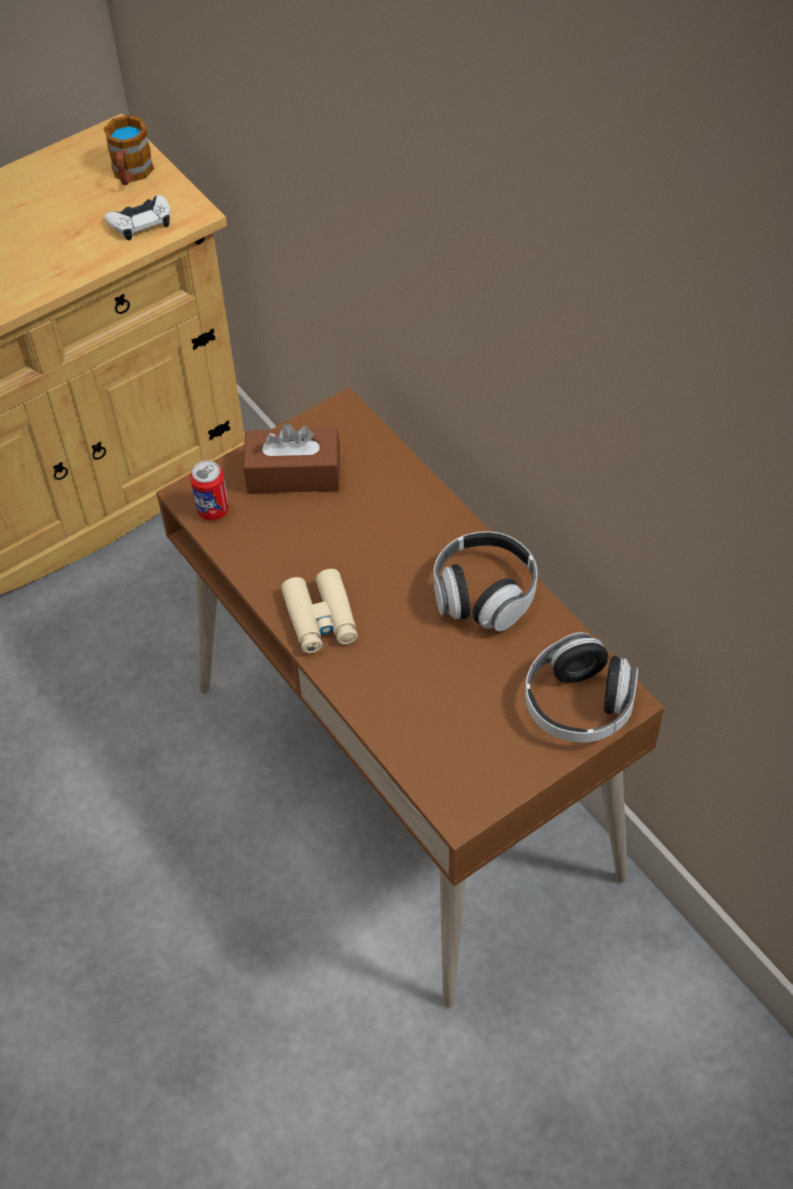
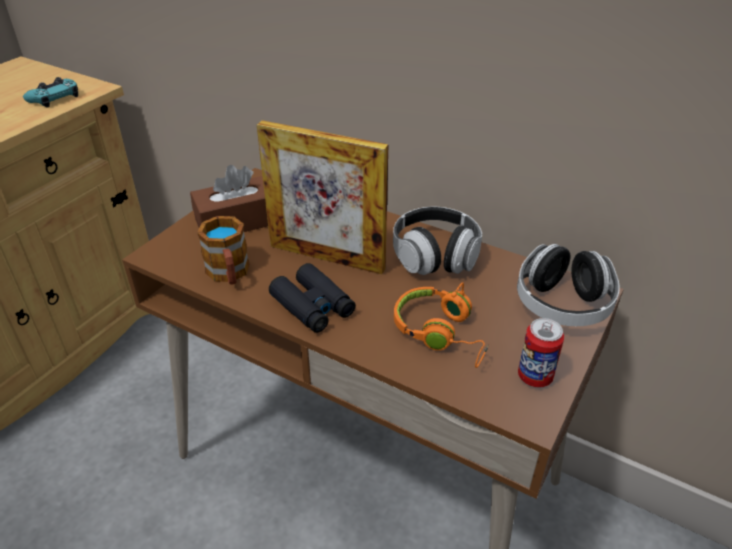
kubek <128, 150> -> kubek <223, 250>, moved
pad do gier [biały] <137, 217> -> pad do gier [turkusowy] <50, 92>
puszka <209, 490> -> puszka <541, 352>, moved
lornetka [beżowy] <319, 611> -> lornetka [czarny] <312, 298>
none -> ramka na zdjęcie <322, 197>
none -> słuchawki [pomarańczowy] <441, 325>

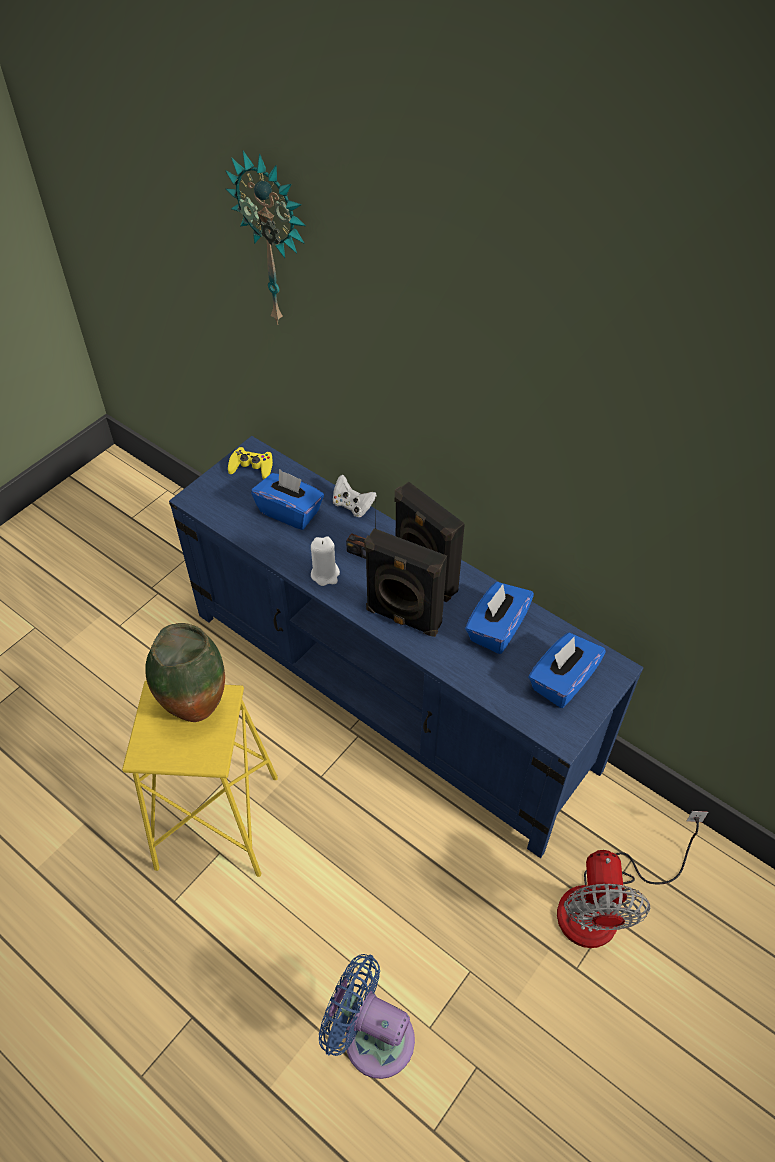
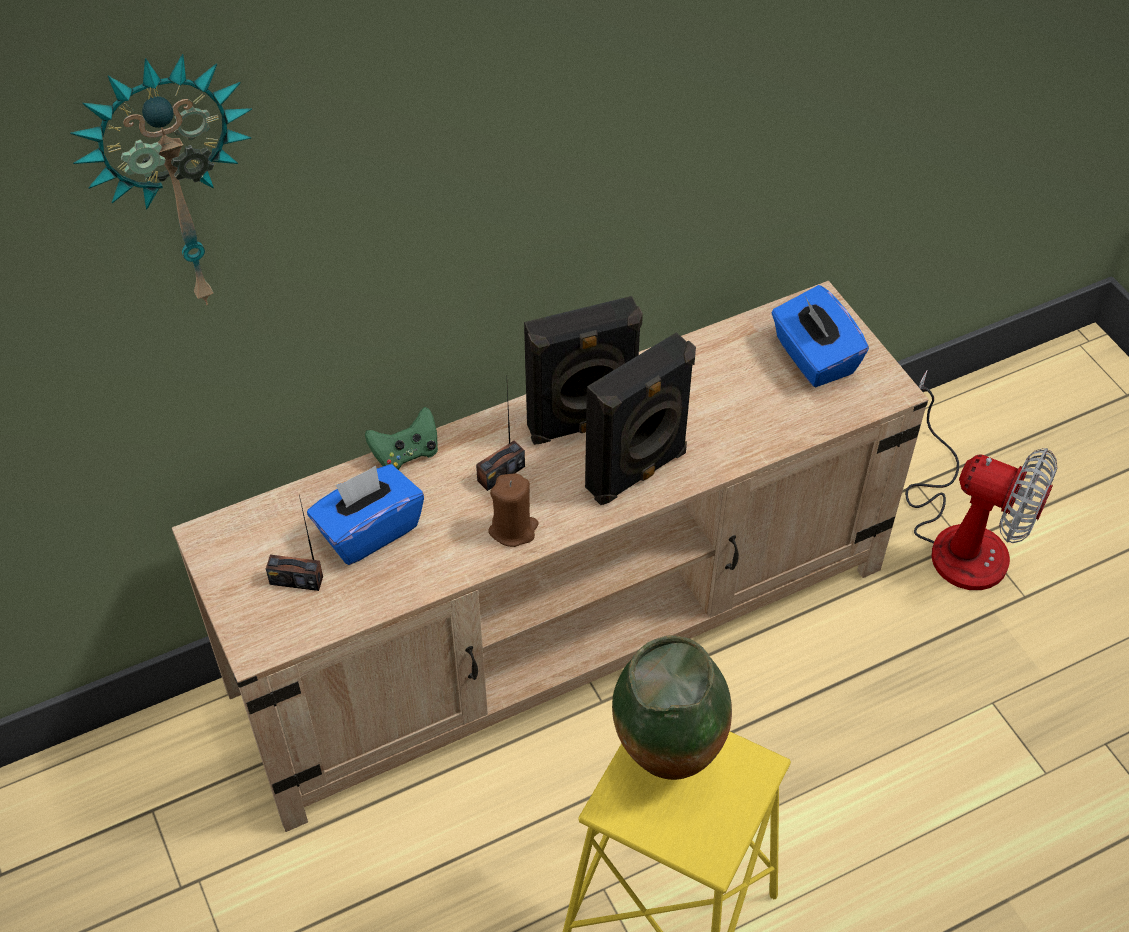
szafka pod telewizor [niebieski] <406, 647> -> szafka pod telewizor [beżowy] <550, 556>
pad do gier [żółty] <250, 463> -> none
pad do gier [biały] <355, 496> -> pad do gier [zielony] <401, 438>
świeca [biały] <325, 561> -> świeca [brązowy] <513, 510>
pudełko chusteczek [niebieski] <499, 618> -> none
wentylator [niebieski] <367, 1016> -> none
none -> radio <294, 543>

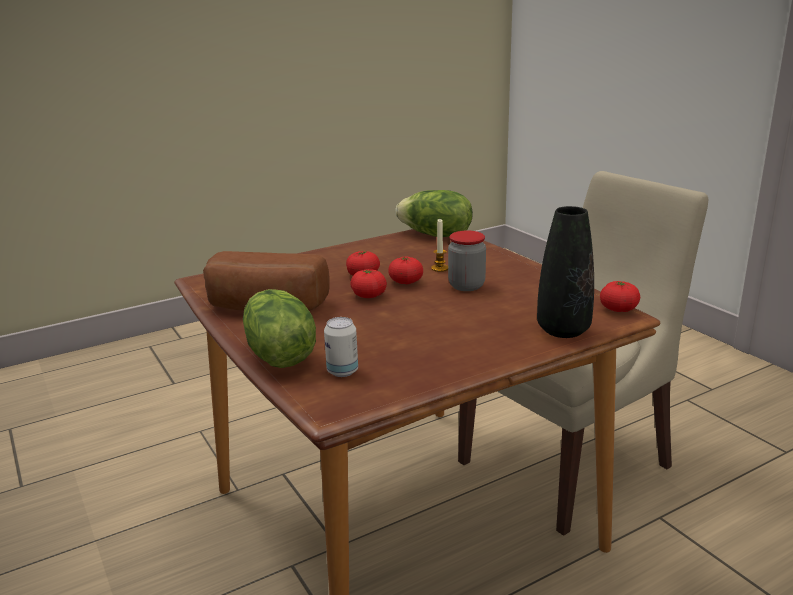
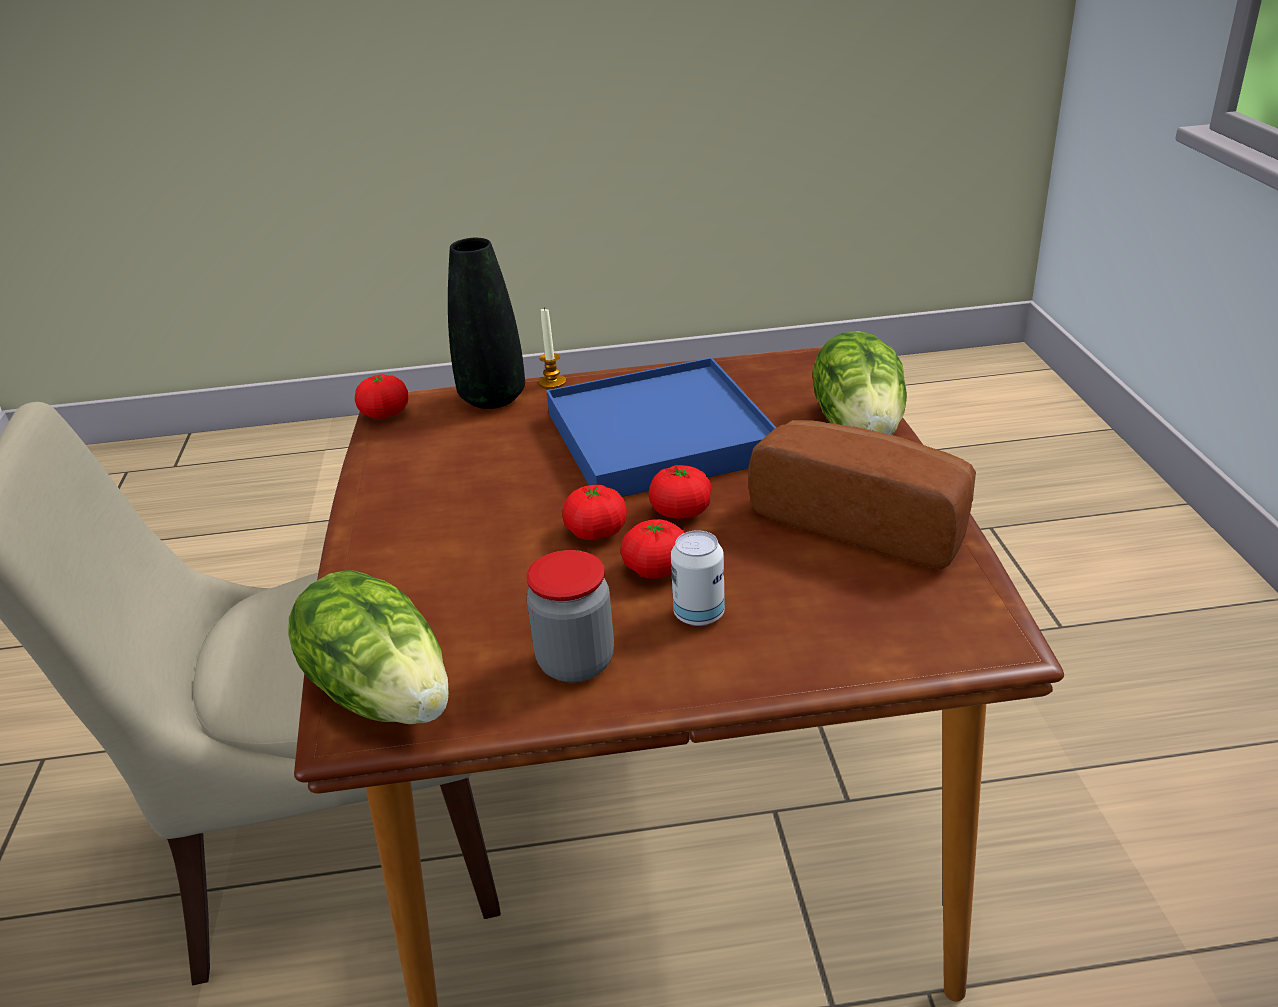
świeca <439, 245> -> świeca <552, 348>, moved
słoik <467, 261> -> słoik <570, 616>, moved
puszka <341, 347> -> puszka <698, 578>, moved
none -> taca [niebieski] <661, 427>

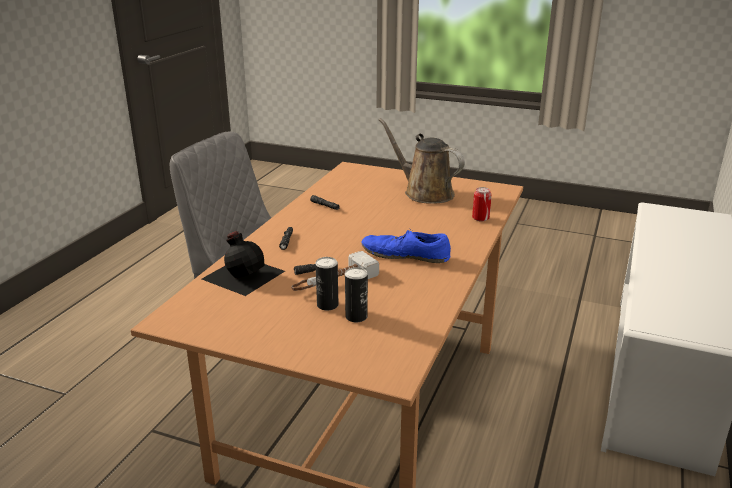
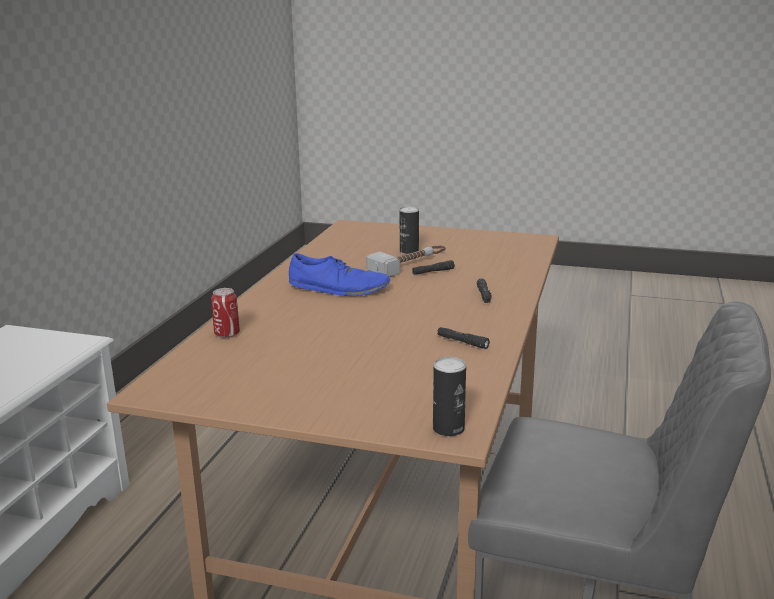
konewka [brązowy] <421, 161> -> none
butelka [czarny] <243, 263> -> none
puszka <356, 294> -> puszka <449, 396>, moved

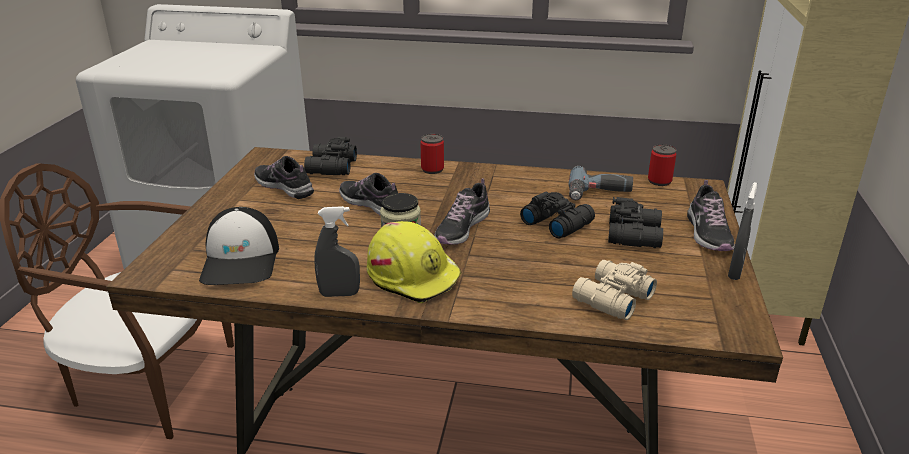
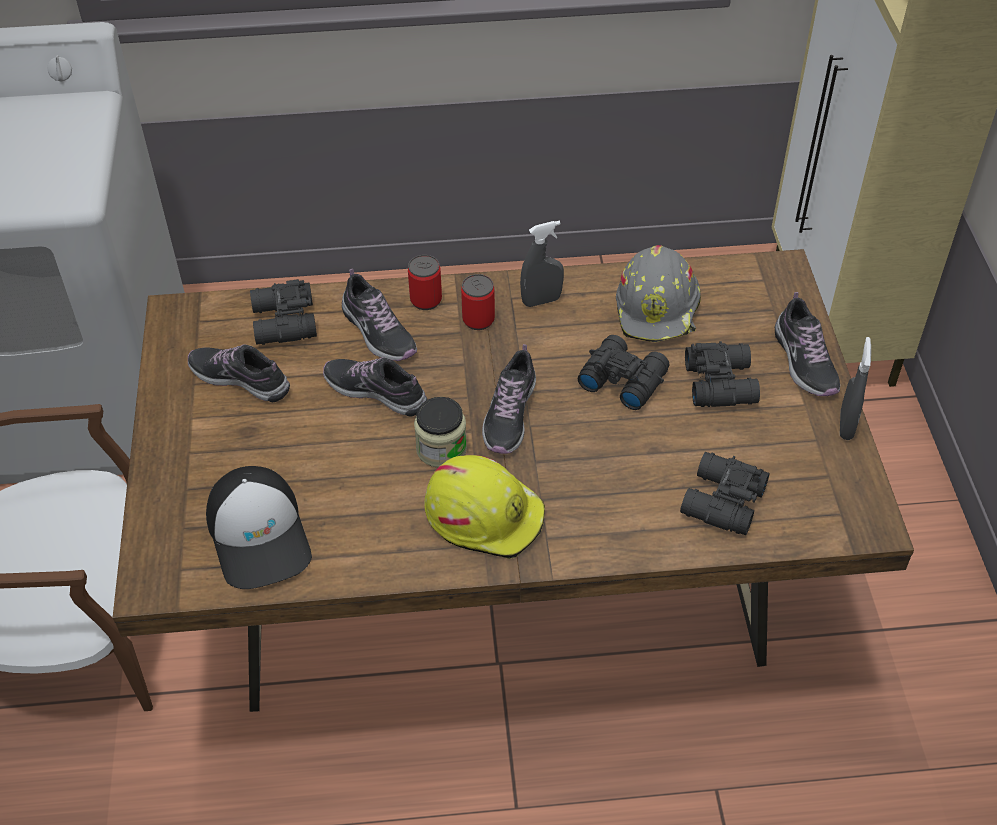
puszka <662, 165> -> puszka <478, 302>, moved
wiertarka <601, 183> -> kask [szary] <658, 293>
spryskiwacz [szary] <337, 251> -> spryskiwacz [szary] <542, 264>, moved
lornetka [beżowy] <614, 290> -> lornetka [czarny] <725, 493>
none -> but <379, 315>

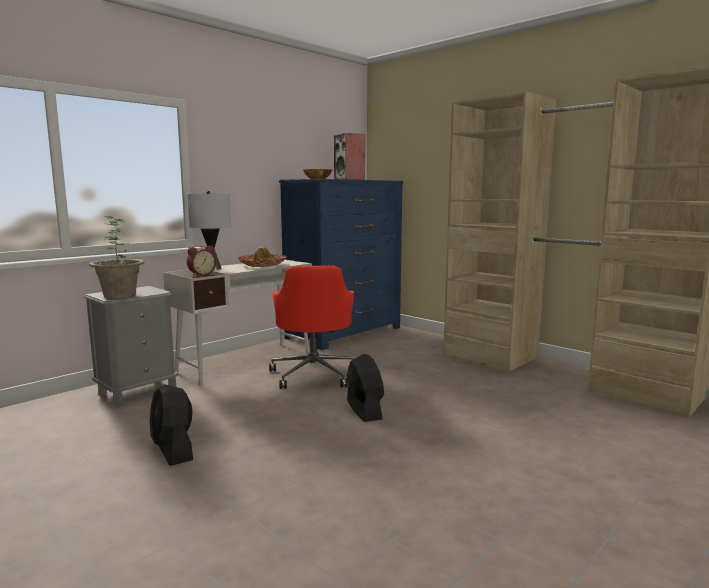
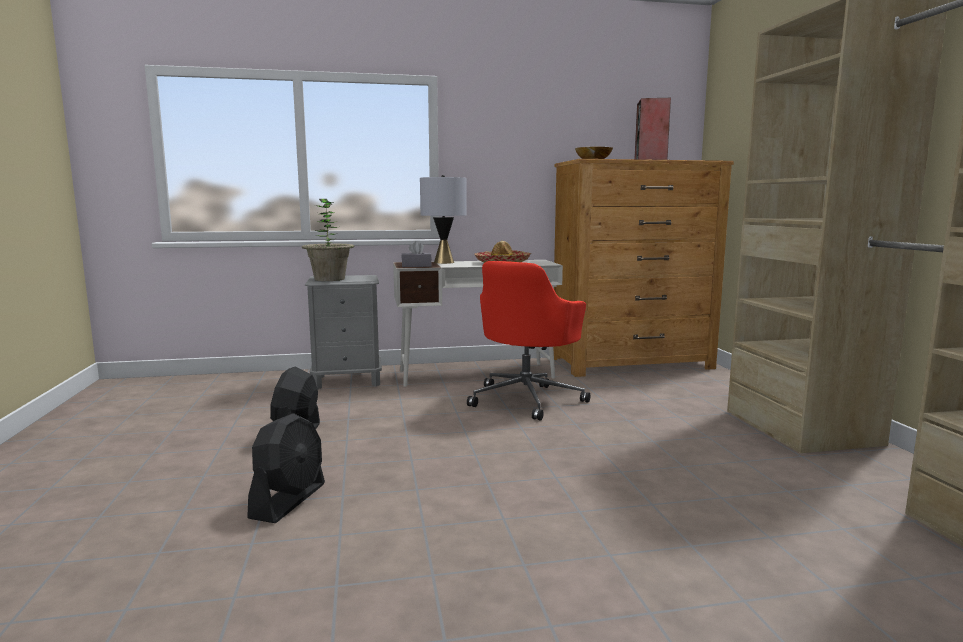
komoda [niebieski] <341, 264> -> komoda [brązowy] <643, 268>
budzik <201, 260> -> pudełko chusteczek [szary] <416, 254>
wentylator [czarny] <365, 388> -> wentylator [czarny] <286, 468>, moved

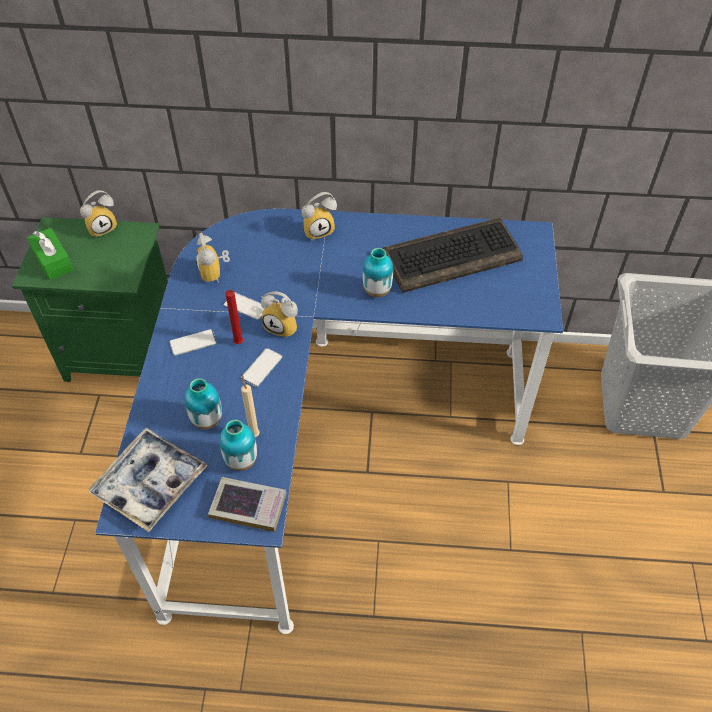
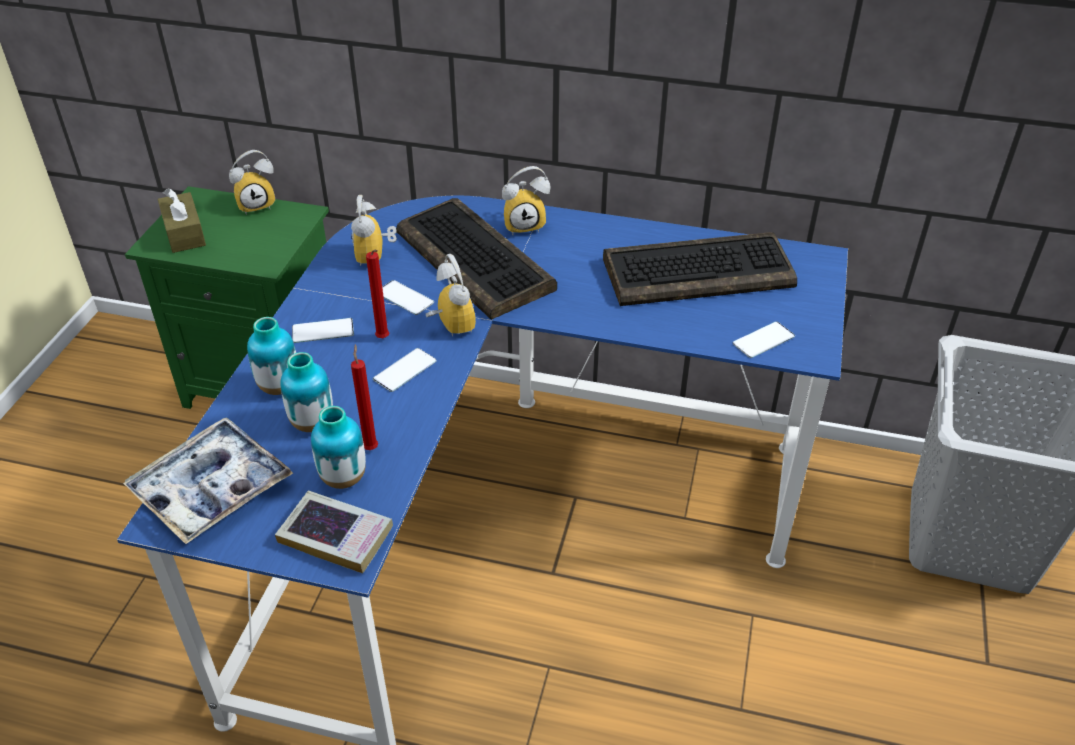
pudełko chusteczek [zielony] <50, 254> -> pudełko chusteczek [brązowy] <182, 220>
wazon <378, 272> -> wazon <271, 356>, moved
budzik <279, 314> -> budzik <451, 295>, 150 degrees counterclockwise
świeca [beżowy] <250, 406> -> świeca [czerwony] <364, 397>
none -> klawiatura <476, 259>
none -> telefon <764, 339>

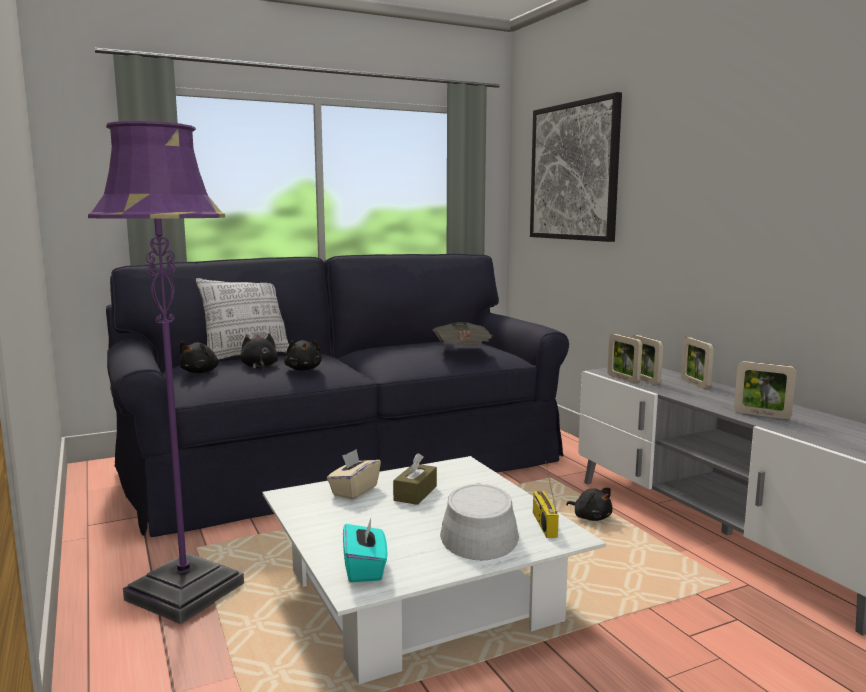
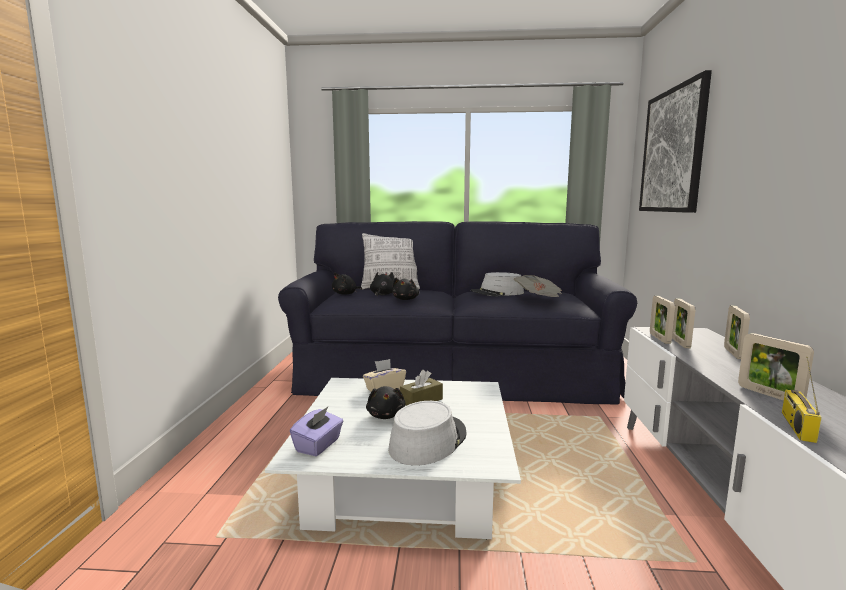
lampa stojąca [fioletowy] <166, 372> -> none
radio <546, 499> -> radio <802, 400>, moved
pluszak [czarny] <589, 504> -> pluszak [czarny] <385, 402>, moved
pudełko chusteczek [turkusowy] <365, 549> -> pudełko chusteczek [fioletowy] <316, 431>
none -> kapelusz [szary] <497, 284>

